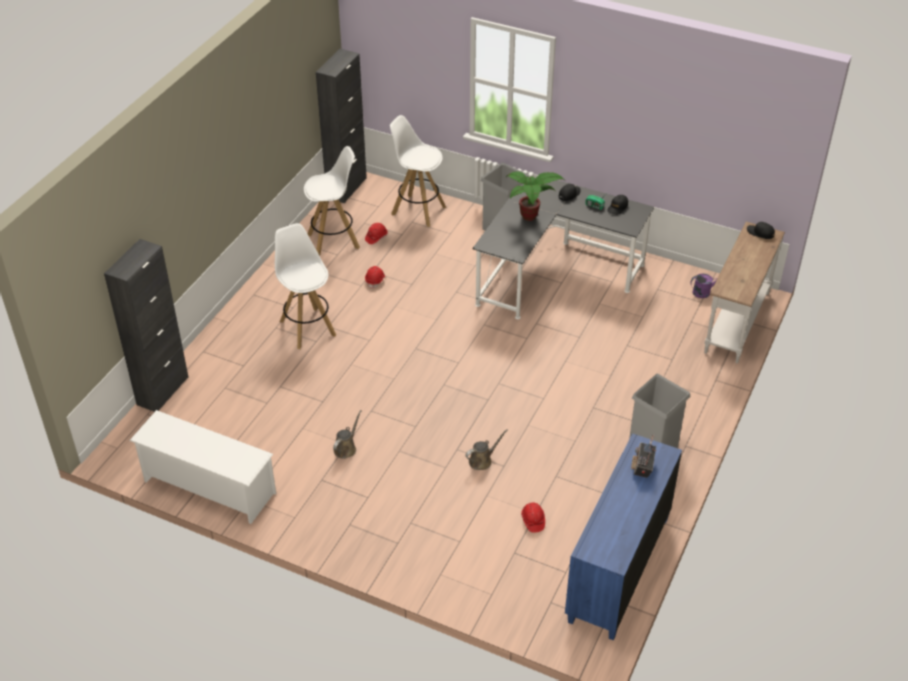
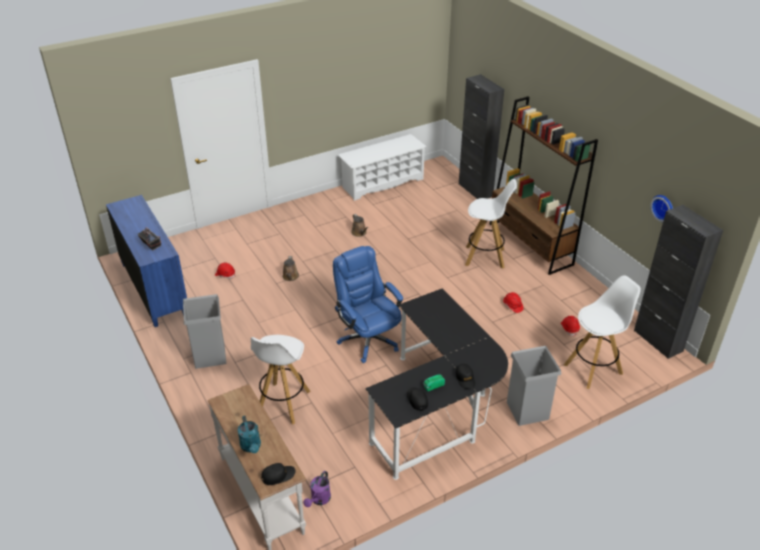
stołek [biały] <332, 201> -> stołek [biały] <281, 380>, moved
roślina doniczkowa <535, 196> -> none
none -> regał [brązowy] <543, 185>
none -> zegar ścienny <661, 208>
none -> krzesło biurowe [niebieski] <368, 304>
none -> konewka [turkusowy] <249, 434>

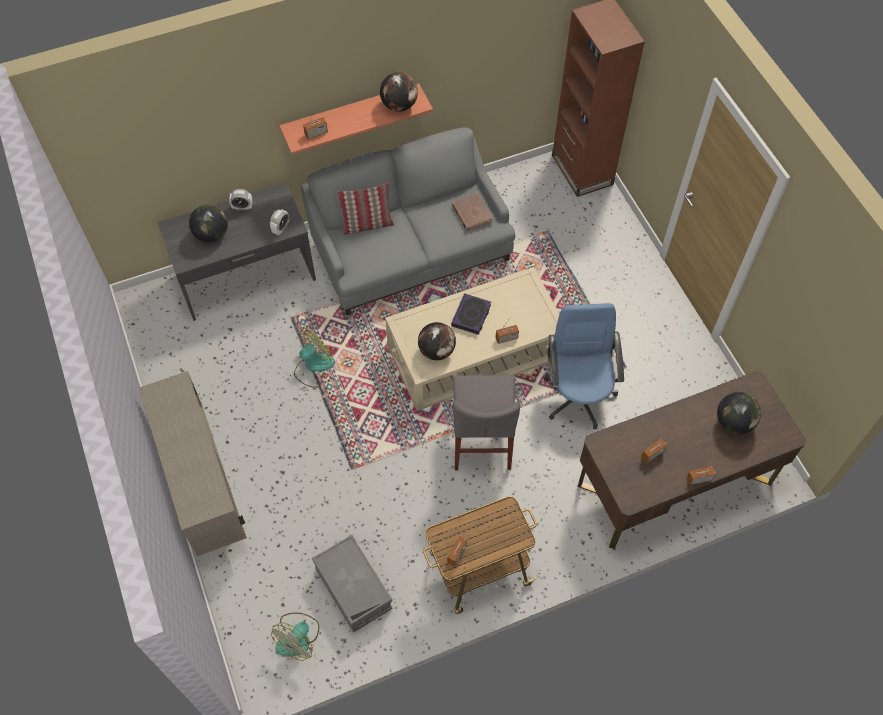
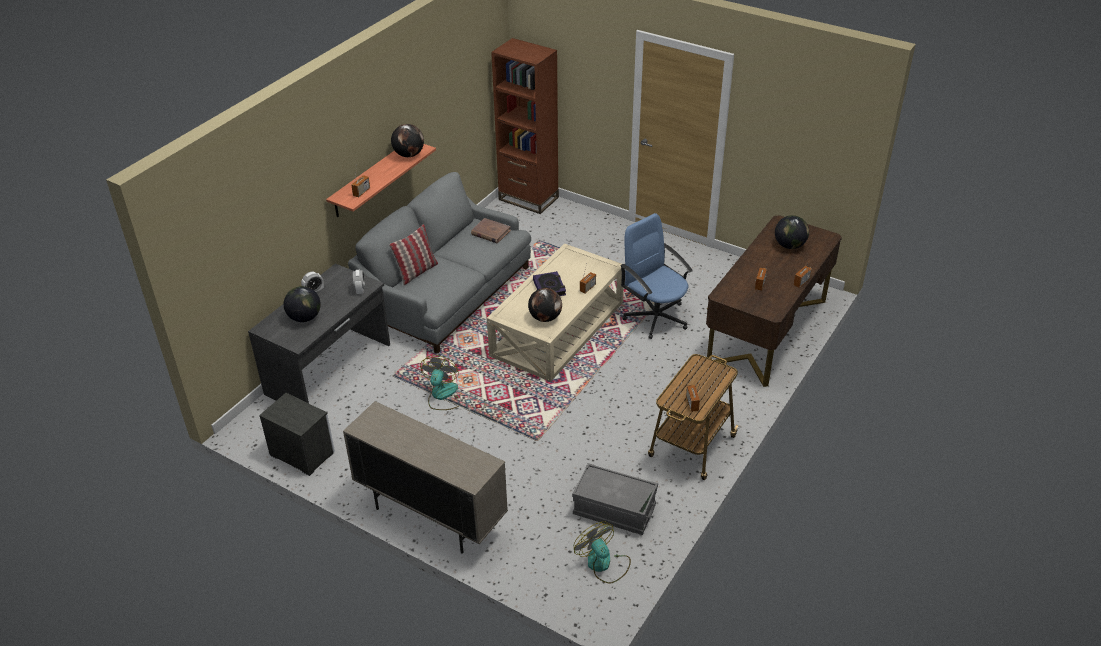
krzesło [szary] <486, 422> -> none
wentylator <295, 637> -> wentylator <602, 552>, 150 degrees clockwise
none -> szafka nocna <297, 434>

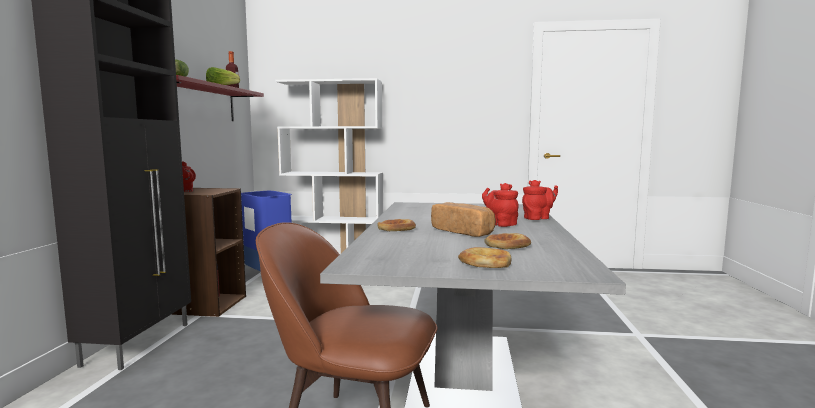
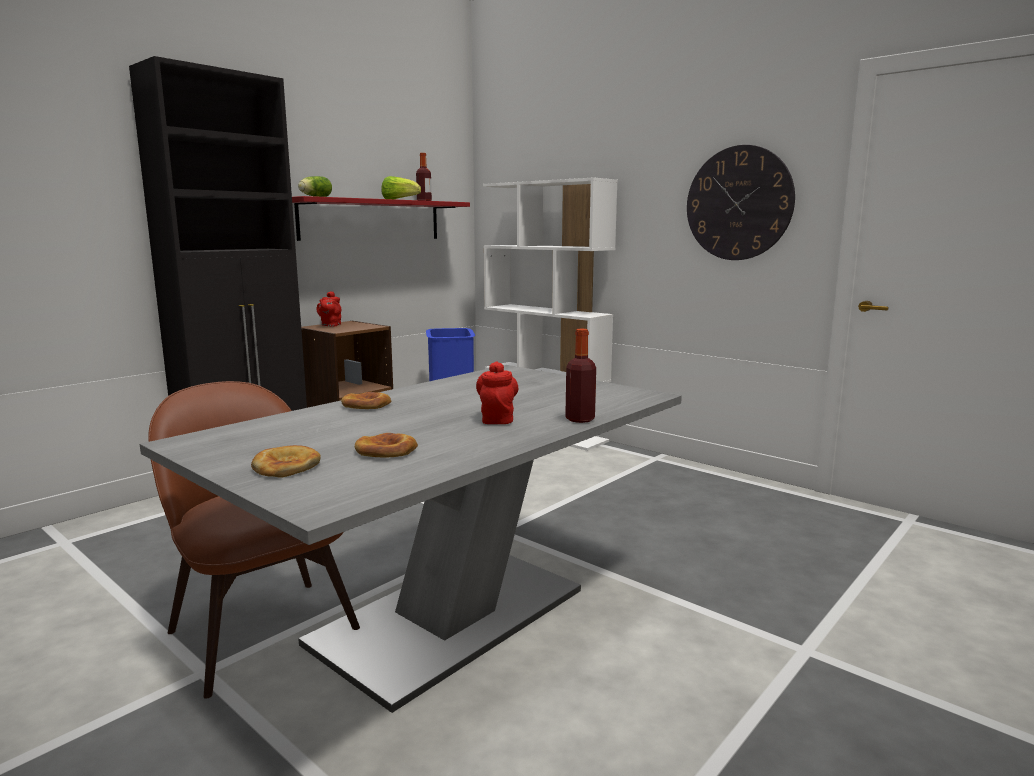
imbryk [czerwony] <540, 200> -> butelka <580, 376>
chleb <463, 219> -> none
none -> zegar ścienny <741, 202>

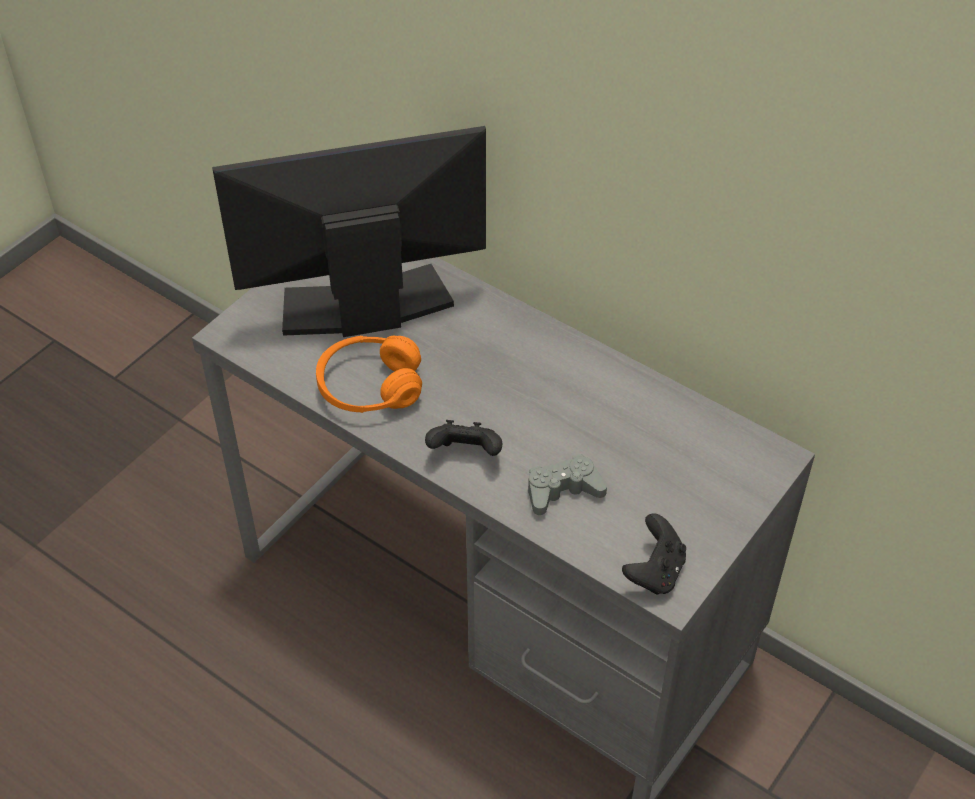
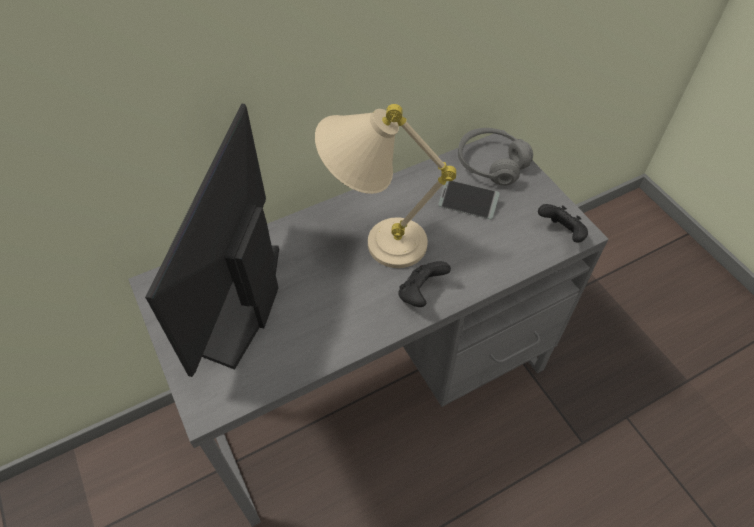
słuchawki [pomarańczowy] <369, 374> -> none
pad do gier [szary] <567, 484> -> none
none -> lampa stołowa [beżowy] <385, 186>
none -> słuchawki [szary] <495, 157>
none -> telefon <469, 200>

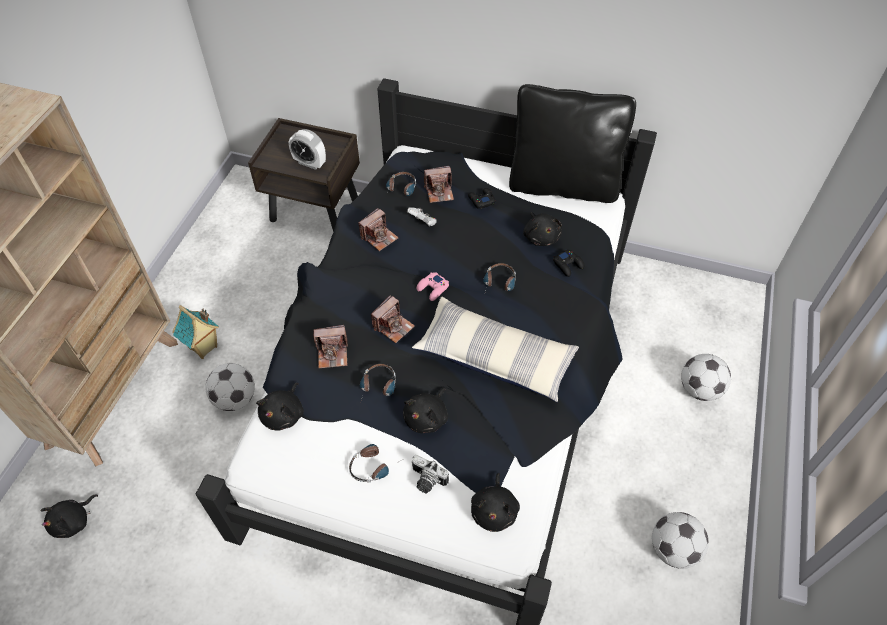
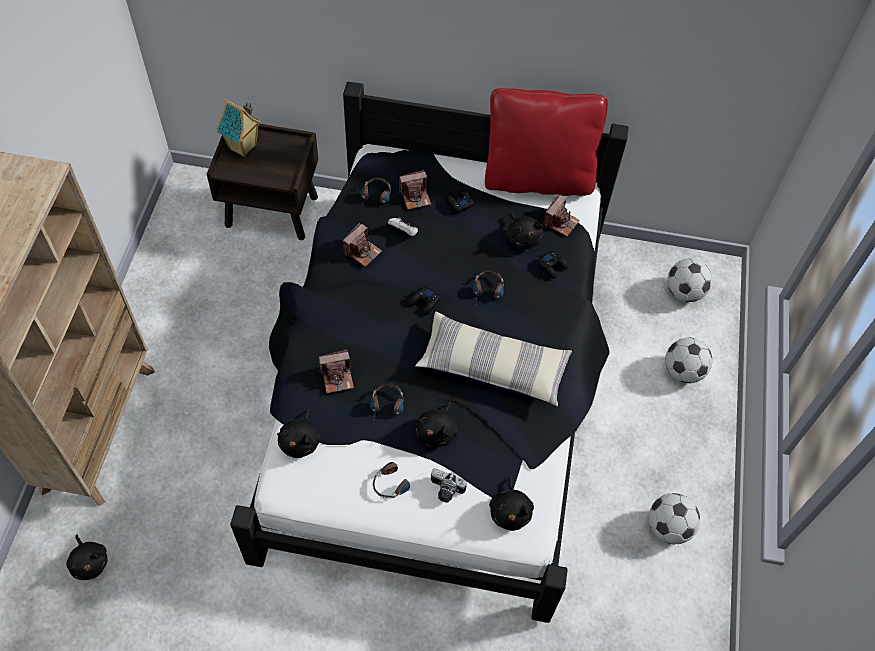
poduszka [czarny] <572, 143> -> poduszka [czerwony] <546, 142>
budzik <307, 149> -> none
pad do gier [różowy] <433, 286> -> pad do gier [czarny] <424, 300>
aparat fotograficzny <393, 319> -> aparat fotograficzny <561, 215>, moved
domek <195, 332> -> domek <238, 128>, moved
piłka futbolowa <230, 387> -> piłka futbolowa <689, 280>, moved
pluszak [czarny] <69, 516> -> pluszak [czarny] <87, 557>, 60 degrees counterclockwise

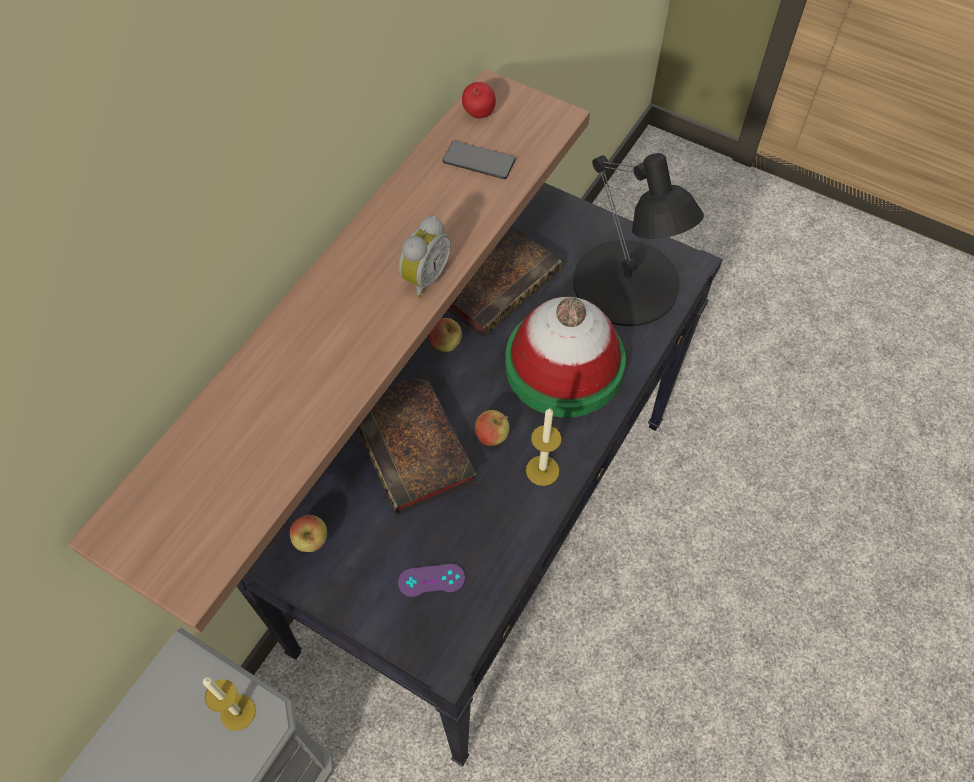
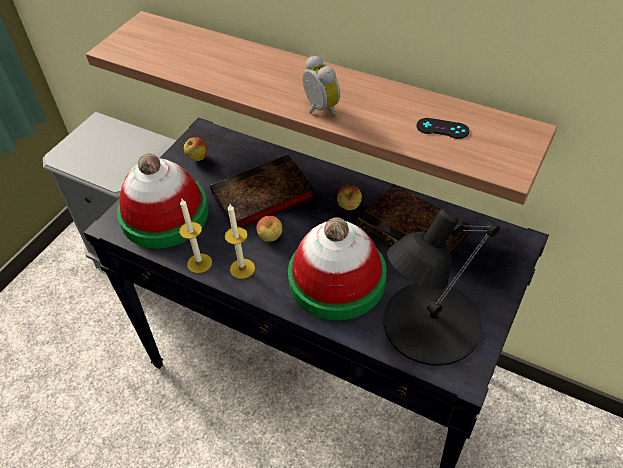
jabłko <479, 100> -> none
telefon <479, 160> -> pad do gier [czarny] <443, 128>
budzik <425, 257> -> budzik <321, 86>, 150 degrees counterclockwise
pad do gier [fioletowy] <431, 580> -> kapelusz <163, 200>
świeca <229, 704> -> świeca <195, 236>, moved

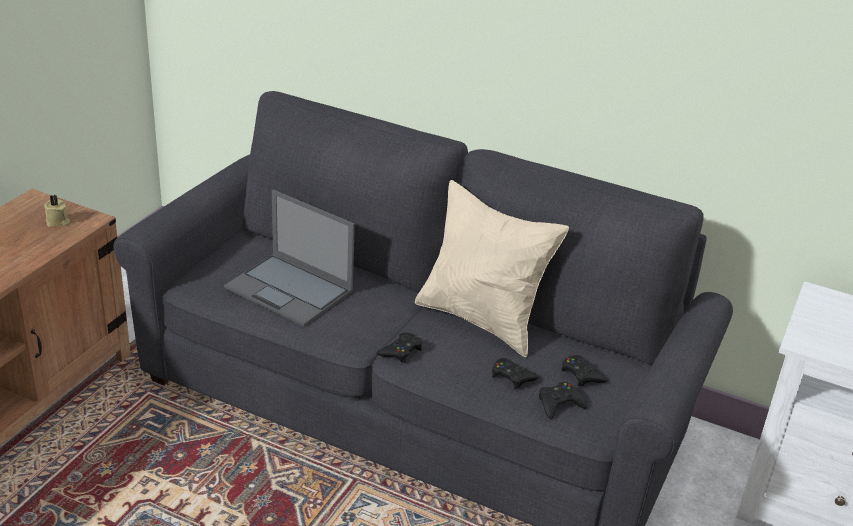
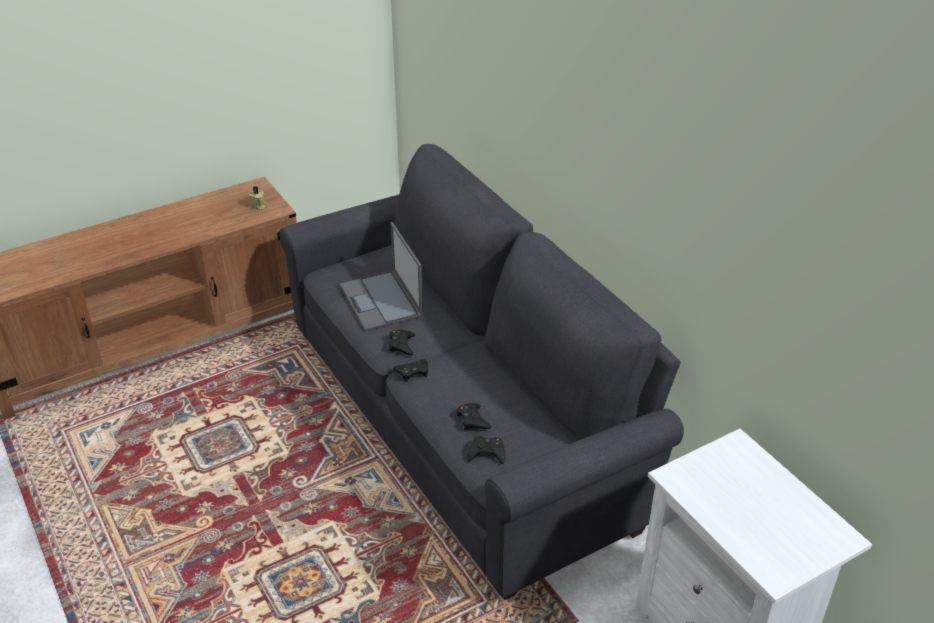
poduszka [beżowy] <492, 268> -> none
pad do gier [czarny] <584, 371> -> pad do gier [czarny] <401, 342>, moved

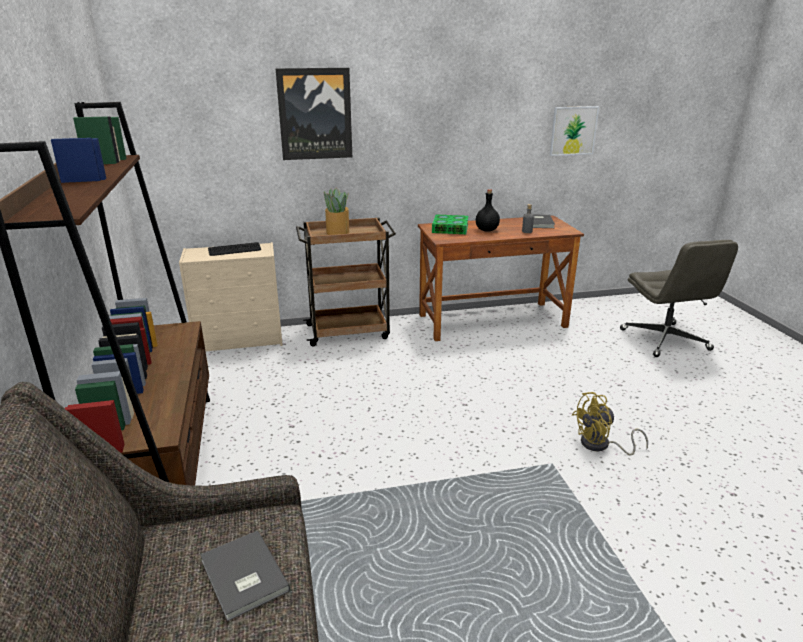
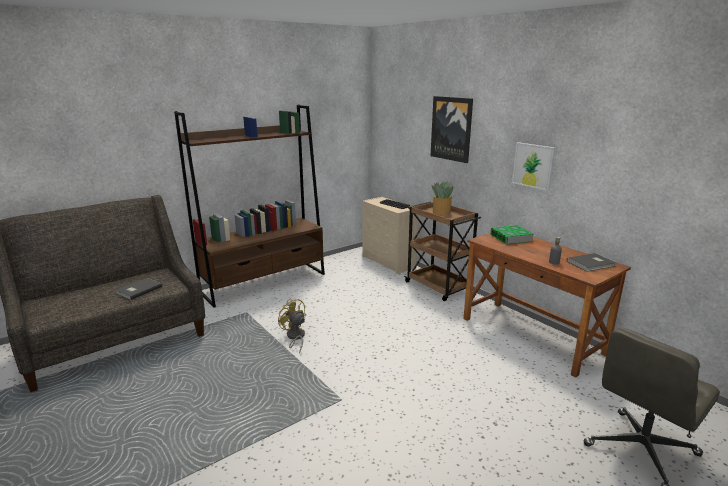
obraz <574, 131> -> obraz <534, 166>, moved
butelka [czarny] <488, 210> -> none
wentylator [żółty] <610, 423> -> wentylator [żółty] <292, 326>, moved

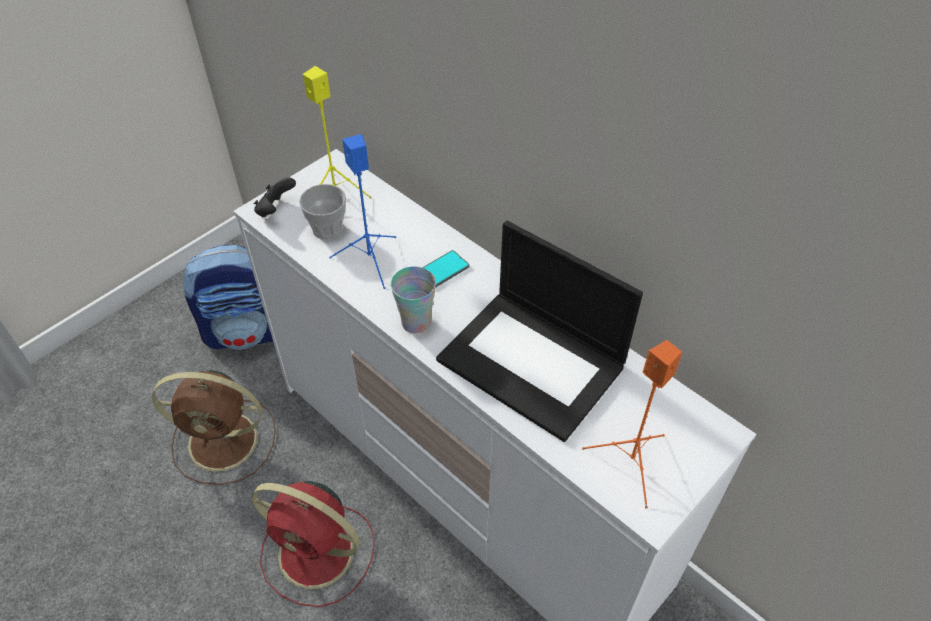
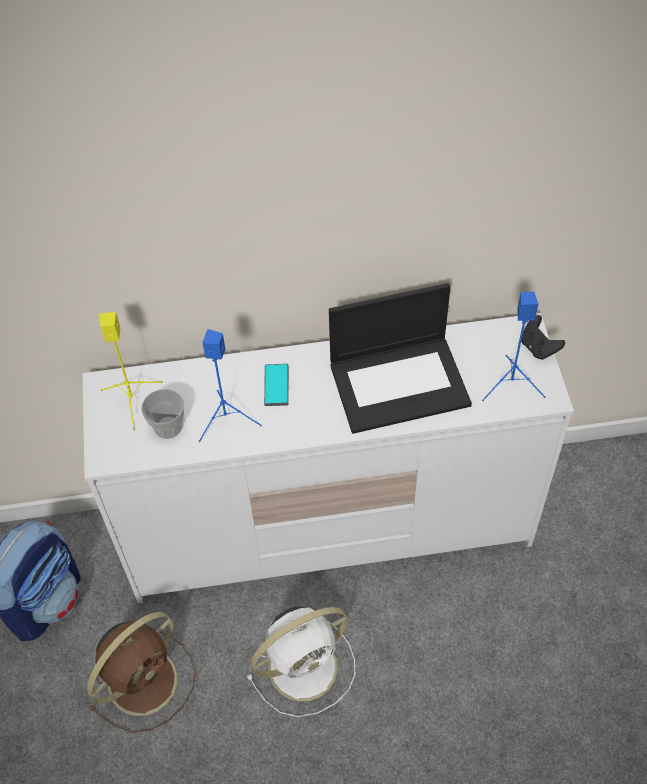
pad do gier [czarny] <275, 197> -> pad do gier [czarny] <543, 337>, moved
filiżanka <413, 300> -> none
głośnik [pomarańczowy] <632, 424> -> głośnik [niebieski] <514, 346>
wentylator [czerwony] <313, 543> -> wentylator [biały] <301, 661>

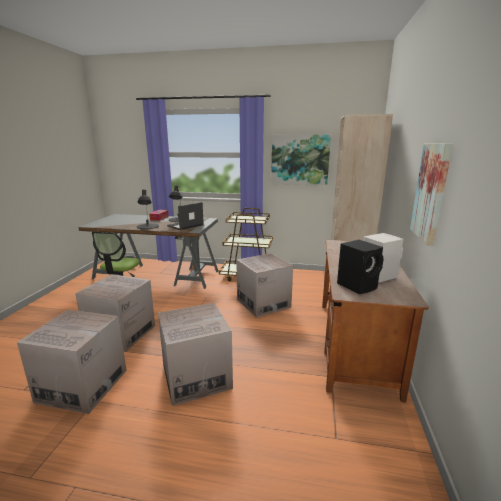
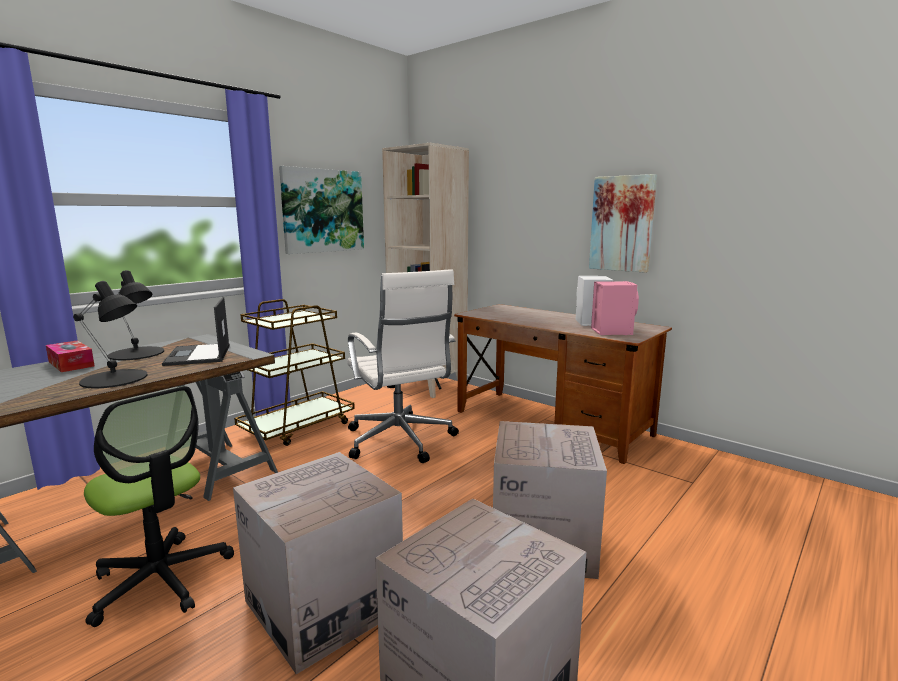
głośnik [czarny] <360, 267> -> głośnik [różowy] <615, 308>
karton <264, 285> -> krzesło biurowe [biały] <403, 366>

